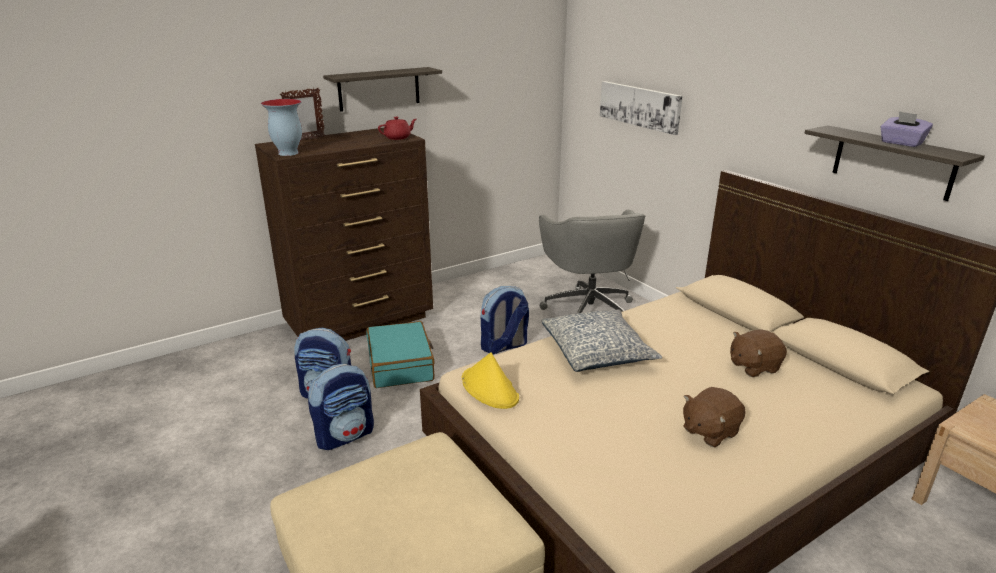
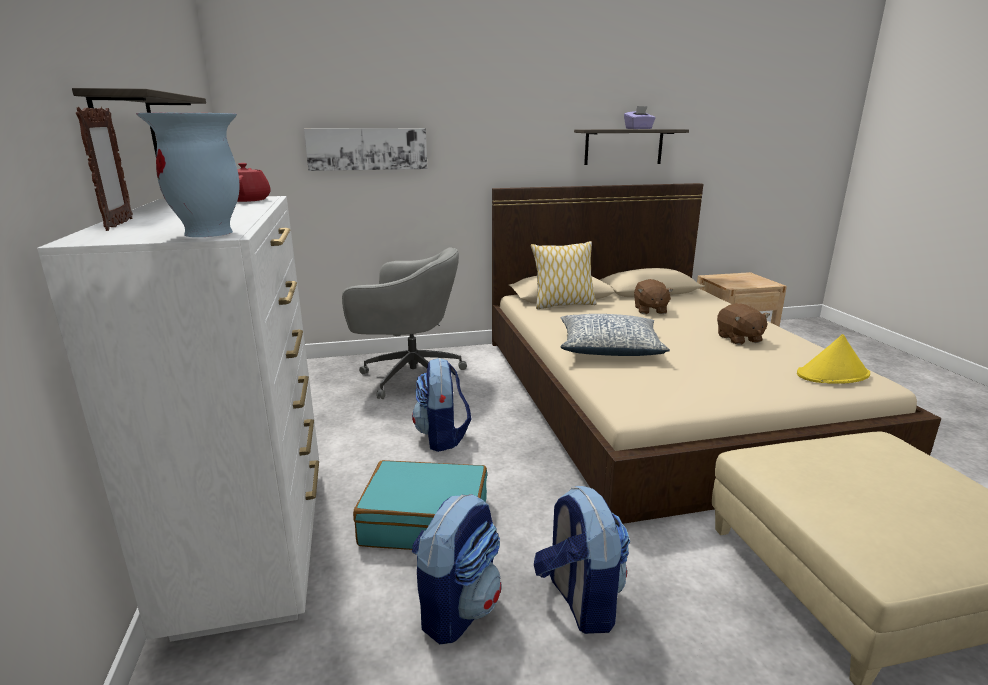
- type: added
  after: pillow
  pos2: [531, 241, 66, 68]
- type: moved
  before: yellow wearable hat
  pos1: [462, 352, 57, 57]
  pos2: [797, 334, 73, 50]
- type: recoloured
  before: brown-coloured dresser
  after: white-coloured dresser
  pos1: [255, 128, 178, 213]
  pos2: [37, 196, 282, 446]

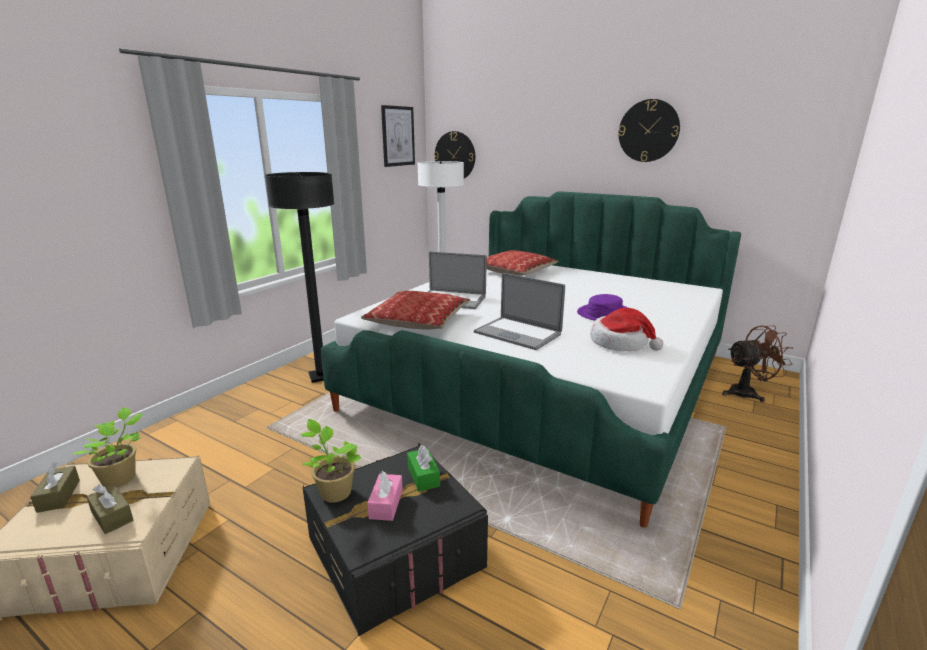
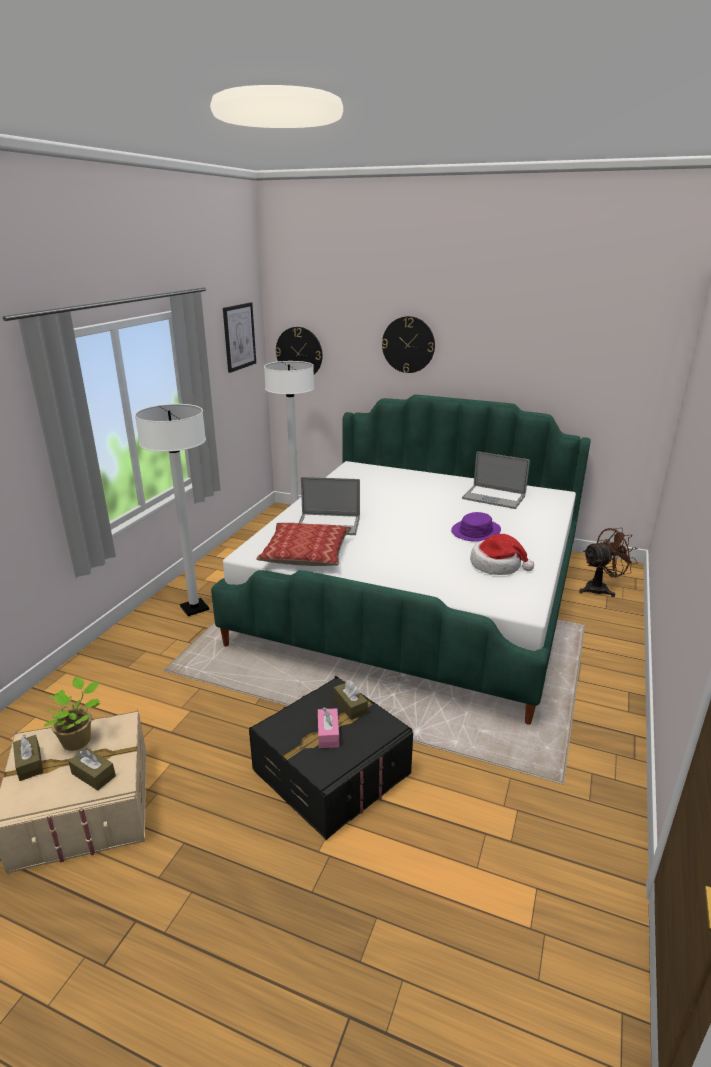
- type: removed
  before: potted plant
  pos1: [301, 419, 61, 84]
- type: removed
  before: pillow
  pos1: [486, 250, 73, 26]
- type: moved
  before: notebook computer
  pos1: [474, 273, 91, 77]
  pos2: [462, 451, 68, 58]
- type: moved
  before: hanging clock
  pos1: [618, 99, 62, 63]
  pos2: [382, 316, 53, 57]
- type: recoloured
  before: blackish standard lamp
  after: white-coloured standard lamp
  pos1: [265, 172, 70, 211]
  pos2: [135, 404, 74, 212]
- type: recoloured
  before: green-coloured tissue box
  after: brown-coloured tissue box
  pos1: [407, 445, 33, 47]
  pos2: [334, 680, 34, 40]

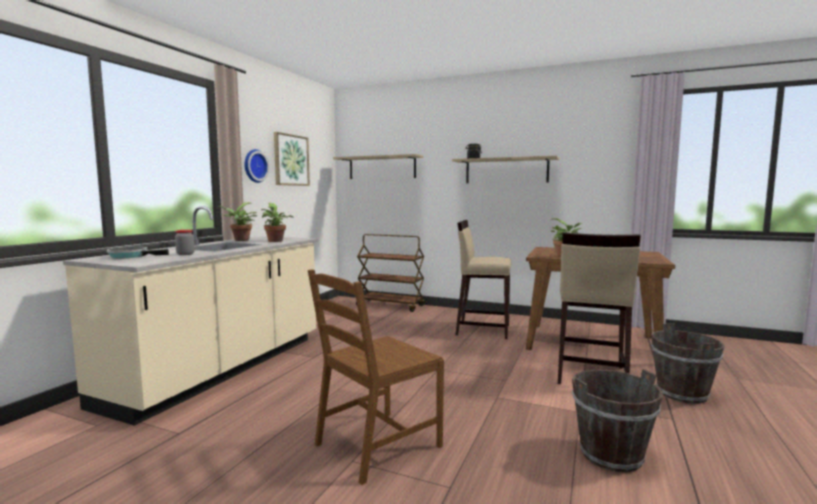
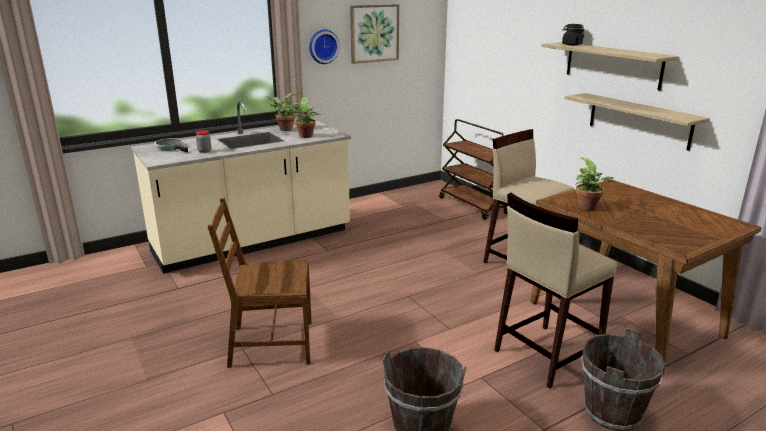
- type: moved
  before: shelf
  pos1: [333, 154, 91, 25]
  pos2: [565, 93, 145, 58]

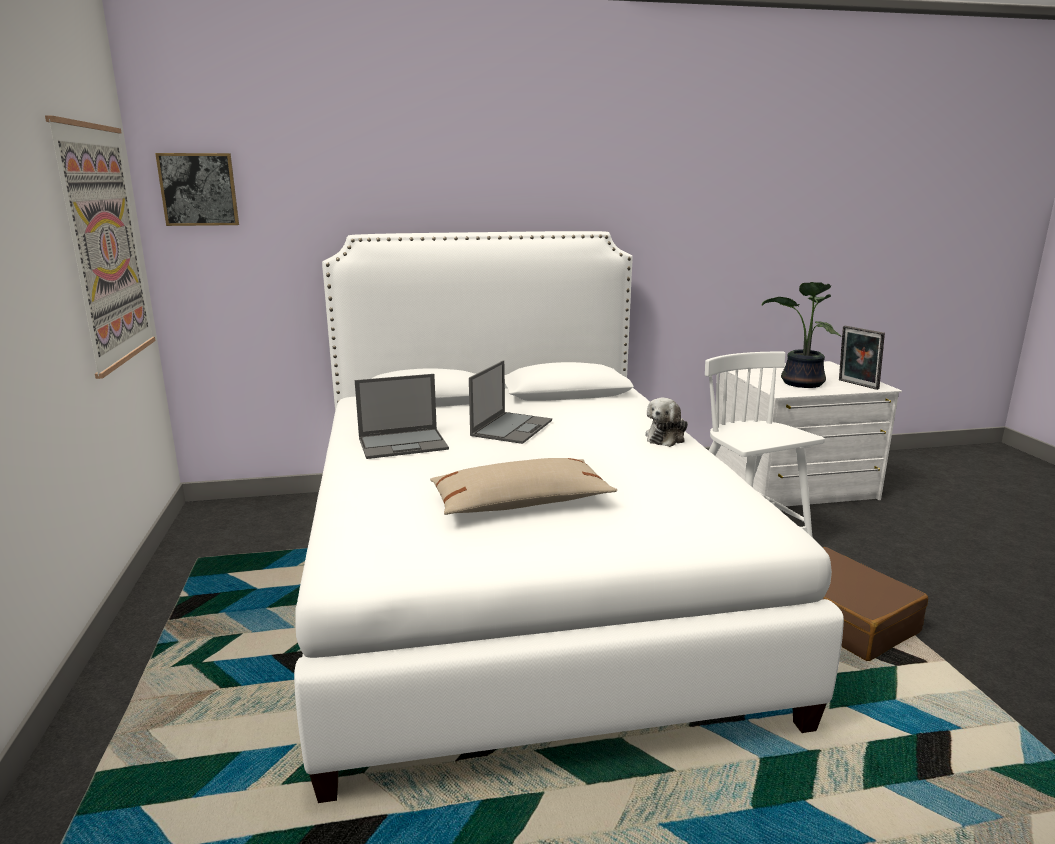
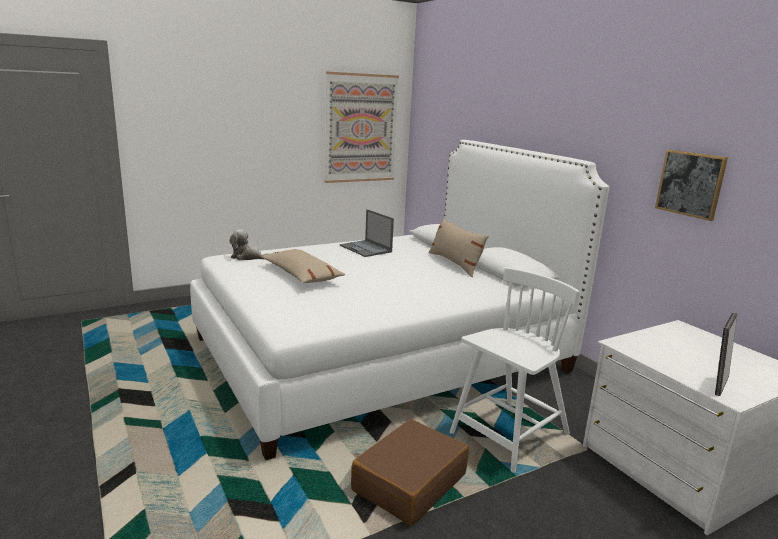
- type: removed
  before: notebook computer
  pos1: [469, 361, 83, 83]
- type: removed
  before: potted plant
  pos1: [762, 282, 79, 106]
- type: added
  after: beige pillow
  pos2: [429, 217, 60, 60]
- type: moved
  before: wall art
  pos1: [155, 153, 84, 73]
  pos2: [655, 150, 73, 71]
- type: moved
  before: plush toy
  pos1: [645, 398, 43, 49]
  pos2: [229, 229, 39, 31]

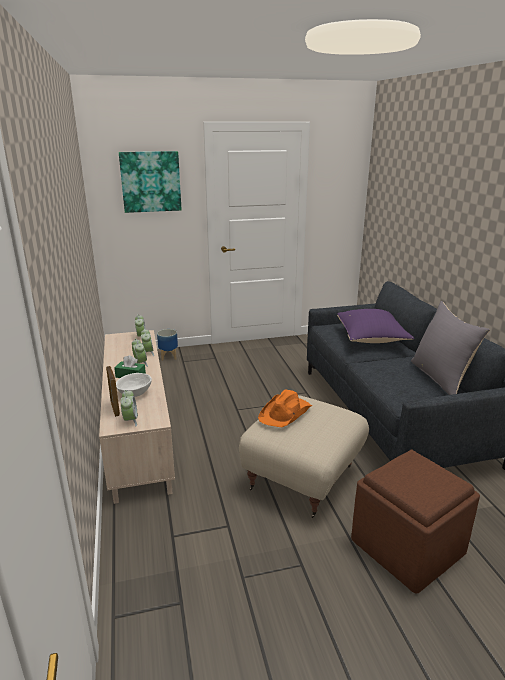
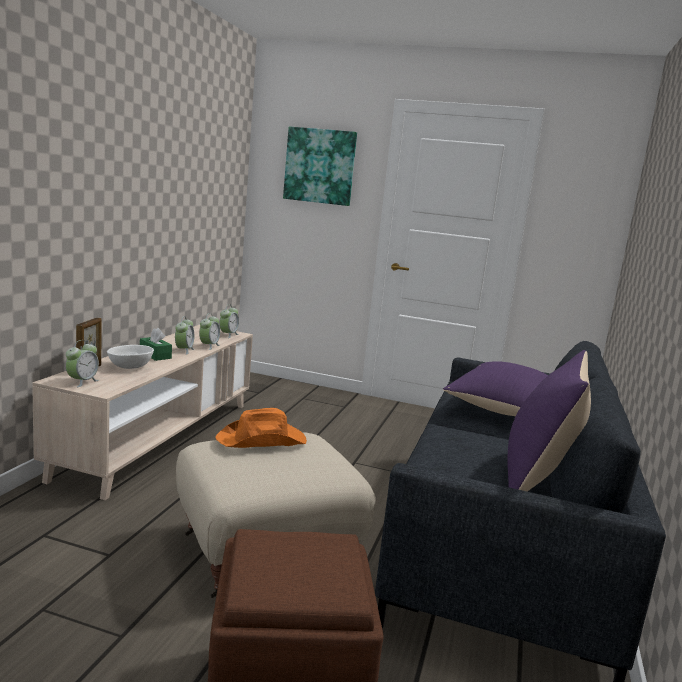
- type: removed
  before: flower pot
  pos1: [157, 329, 21, 32]
- type: recoloured
  before: grey pillow
  after: purple pillow
  pos1: [411, 301, 79, 94]
  pos2: [507, 350, 84, 142]

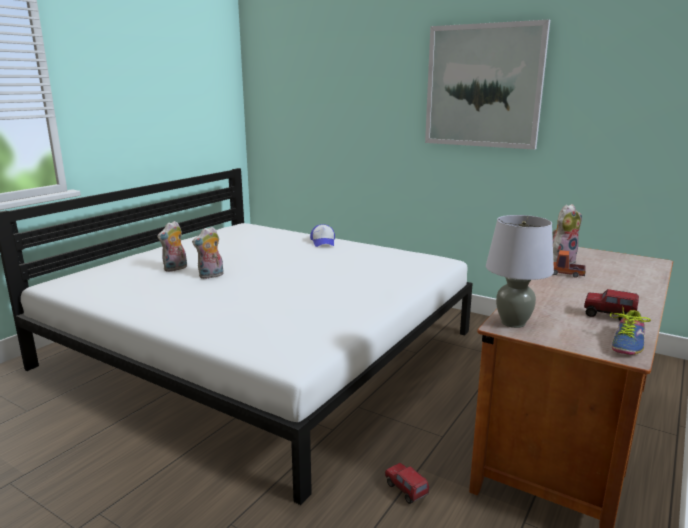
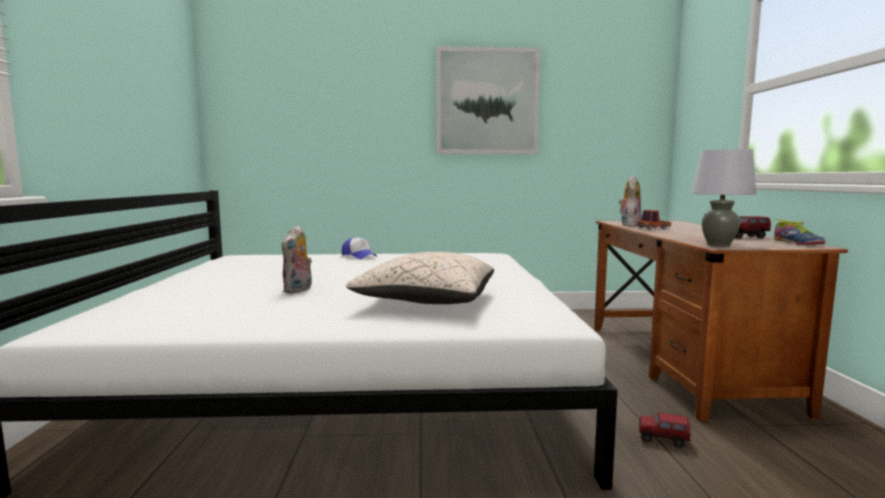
- type: removed
  before: plush toy
  pos1: [157, 221, 30, 51]
- type: added
  after: beige pillow
  pos2: [346, 252, 148, 52]

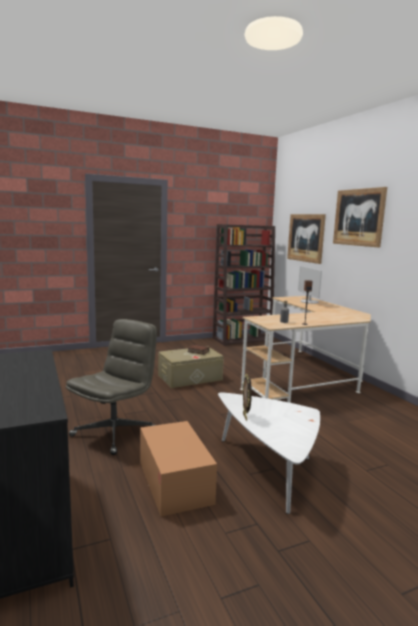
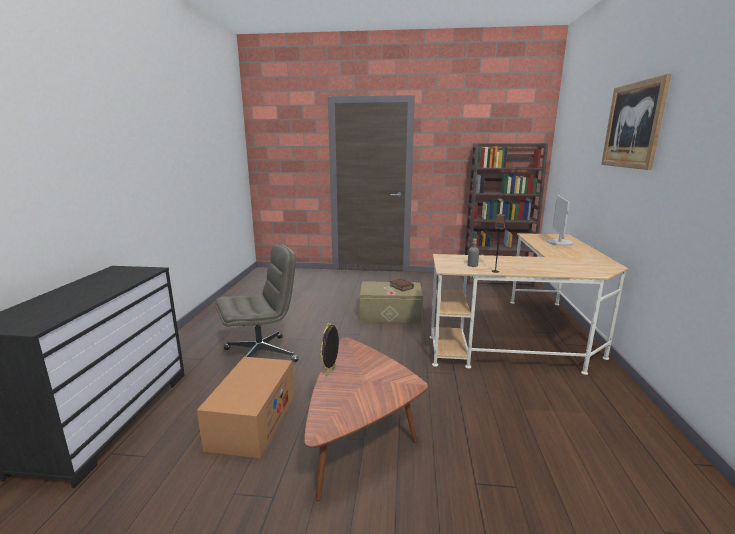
- type: removed
  before: wall art
  pos1: [287, 214, 39, 50]
- type: recoloured
  before: white-coloured lounge table
  after: brown-coloured lounge table
  pos1: [218, 392, 102, 122]
  pos2: [304, 337, 124, 164]

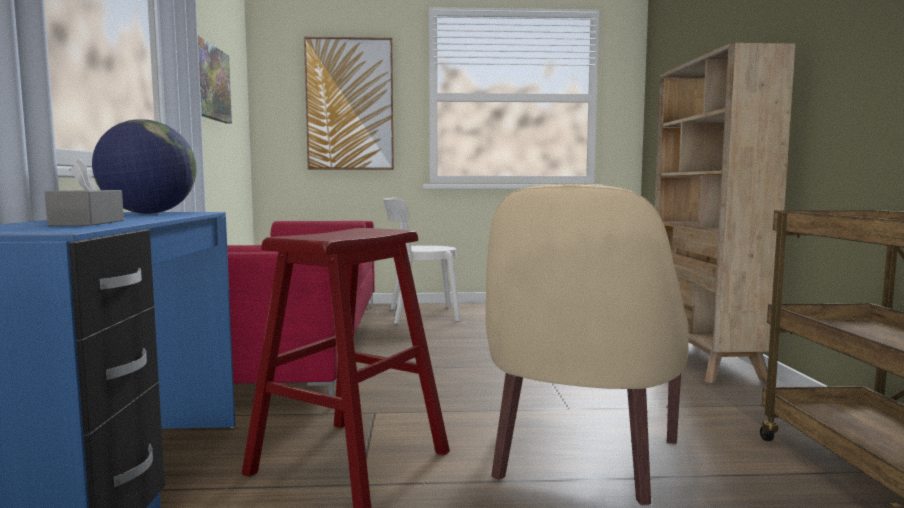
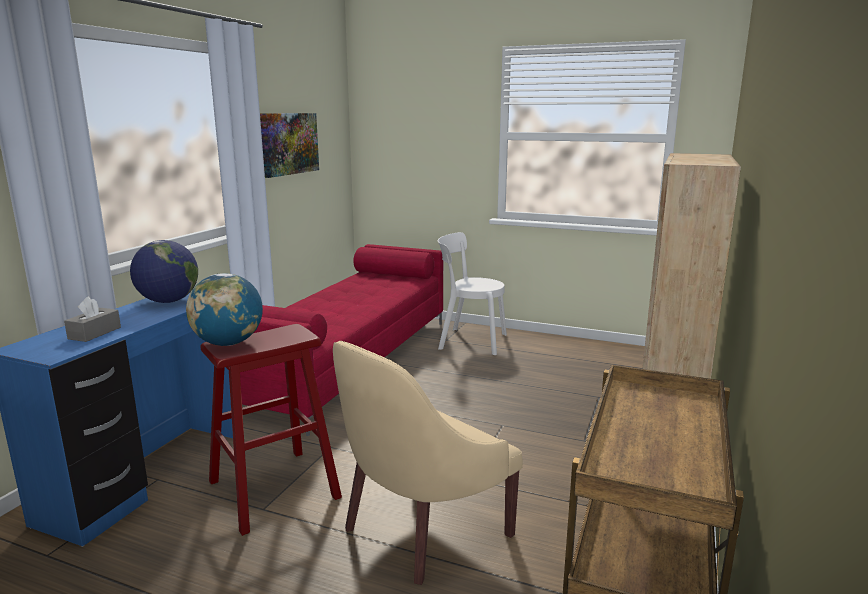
- type: removed
  before: wall art
  pos1: [304, 37, 90, 133]
- type: added
  after: globe
  pos2: [186, 273, 77, 73]

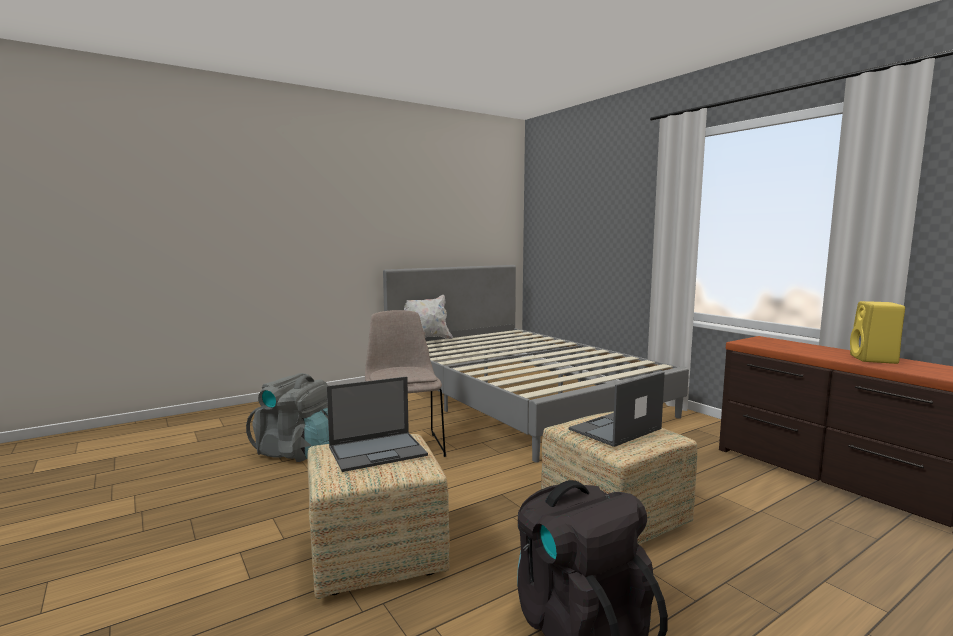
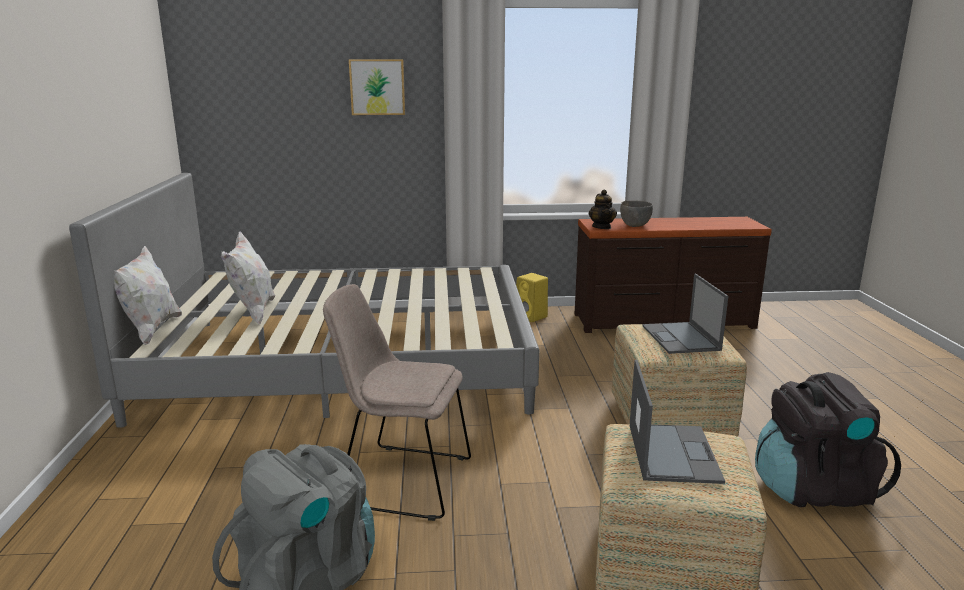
- type: added
  after: white-coloured pillow
  pos2: [221, 231, 54, 94]
- type: added
  after: wall art
  pos2: [349, 59, 56, 56]
- type: added
  after: pot for tea
  pos2: [588, 189, 29, 40]
- type: added
  after: grey serving bowl
  pos2: [620, 200, 33, 27]
- type: moved
  before: yellow audio speaker
  pos1: [850, 301, 55, 63]
  pos2: [516, 273, 32, 49]

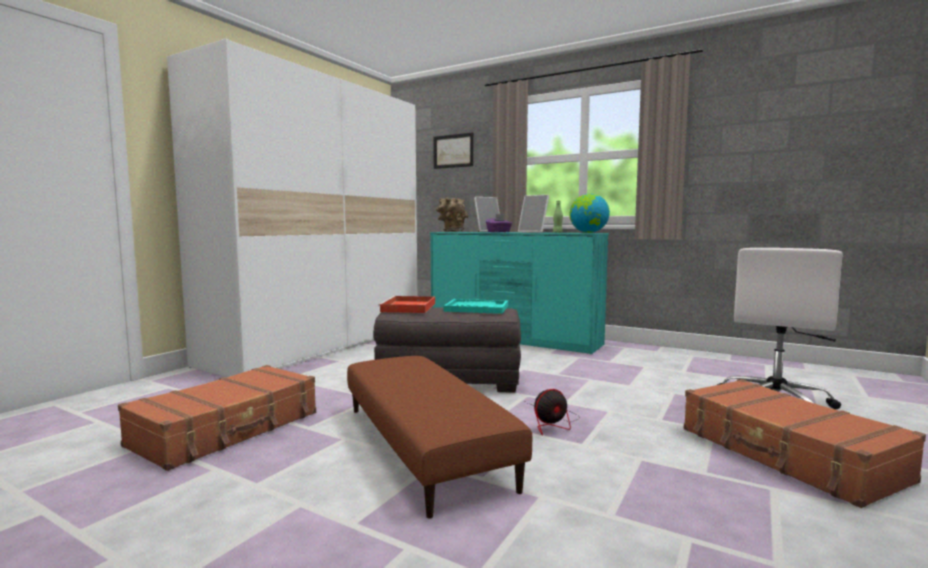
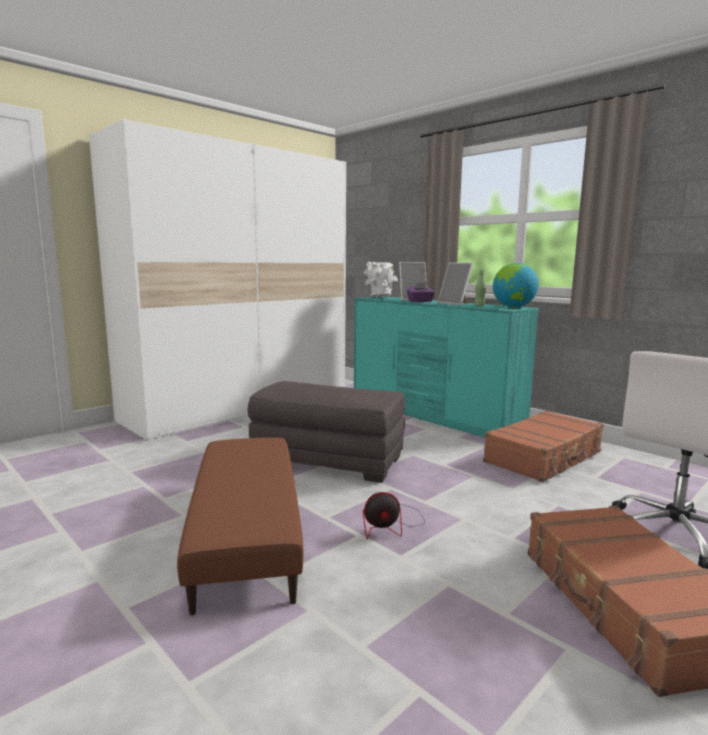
- type: removed
  before: reddish serving tray
  pos1: [378, 296, 57, 17]
- type: removed
  before: wall art
  pos1: [433, 132, 40, 37]
- type: removed
  before: turquoise serving tray
  pos1: [444, 299, 64, 15]
- type: moved
  before: brown-coloured travel case
  pos1: [118, 365, 198, 106]
  pos2: [483, 410, 120, 72]
- type: recoloured
  before: brown-coloured decorative vase
  after: white-coloured decorative vase
  pos1: [436, 198, 32, 34]
  pos2: [364, 262, 34, 35]

